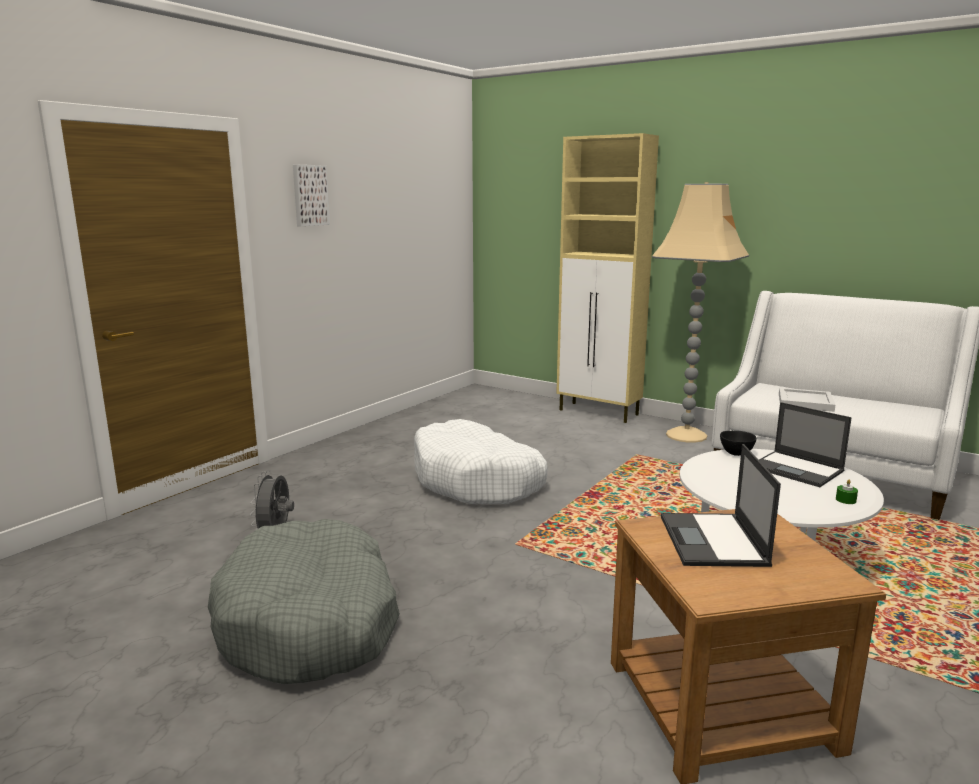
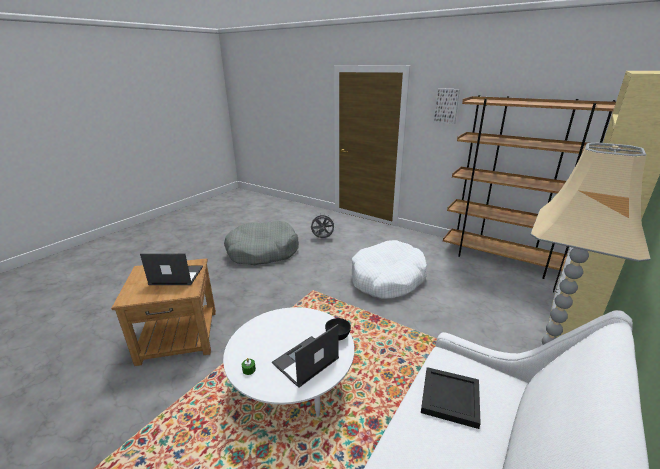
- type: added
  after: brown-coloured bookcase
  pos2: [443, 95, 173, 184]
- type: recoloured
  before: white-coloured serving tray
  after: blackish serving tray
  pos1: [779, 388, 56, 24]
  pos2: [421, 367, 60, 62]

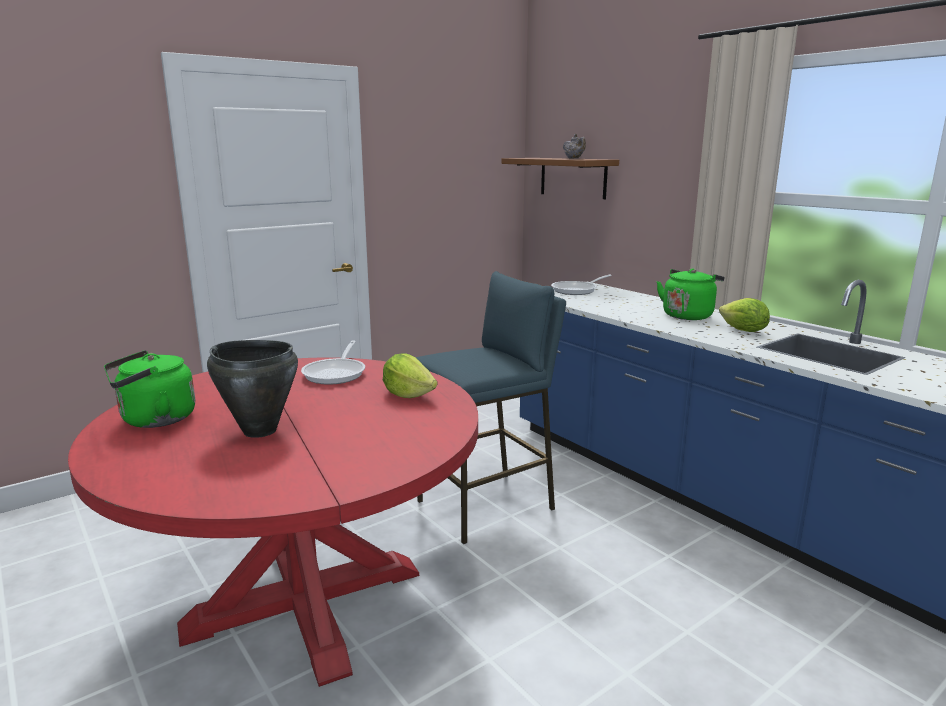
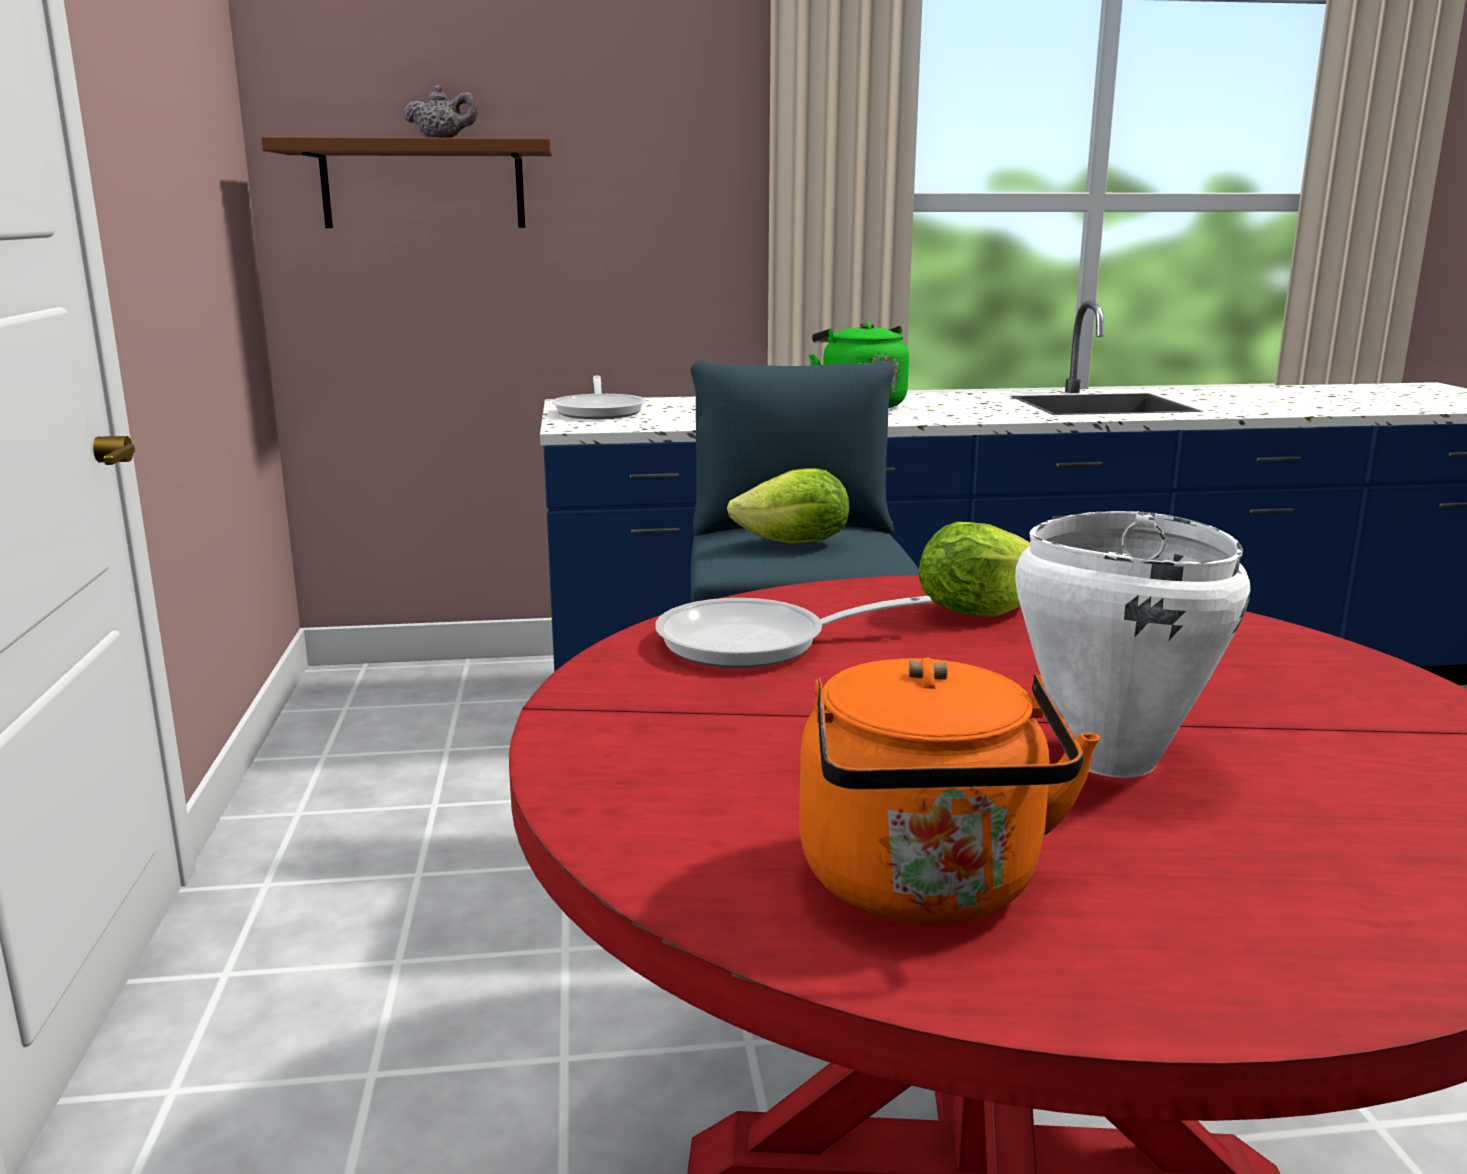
- type: moved
  before: lettuce head
  pos1: [719, 298, 51, 34]
  pos2: [727, 468, 122, 75]
- type: recoloured
  before: green-coloured water kettle
  after: orangey water kettle
  pos1: [104, 350, 91, 78]
  pos2: [799, 657, 301, 267]
- type: recoloured
  before: blackish cooking pot
  after: white-coloured cooking pot
  pos1: [207, 340, 91, 98]
  pos2: [1015, 511, 235, 267]
- type: turned
  before: pan
  pos1: [301, 341, 64, 44]
  pos2: [655, 596, 277, 72]
  turn: 135

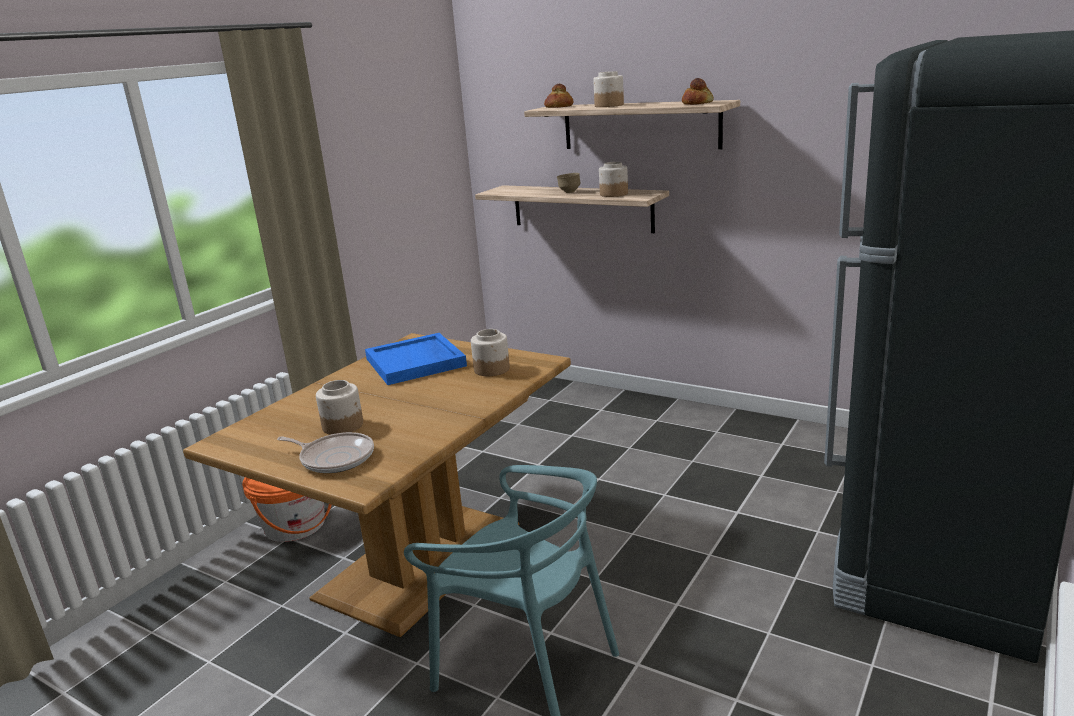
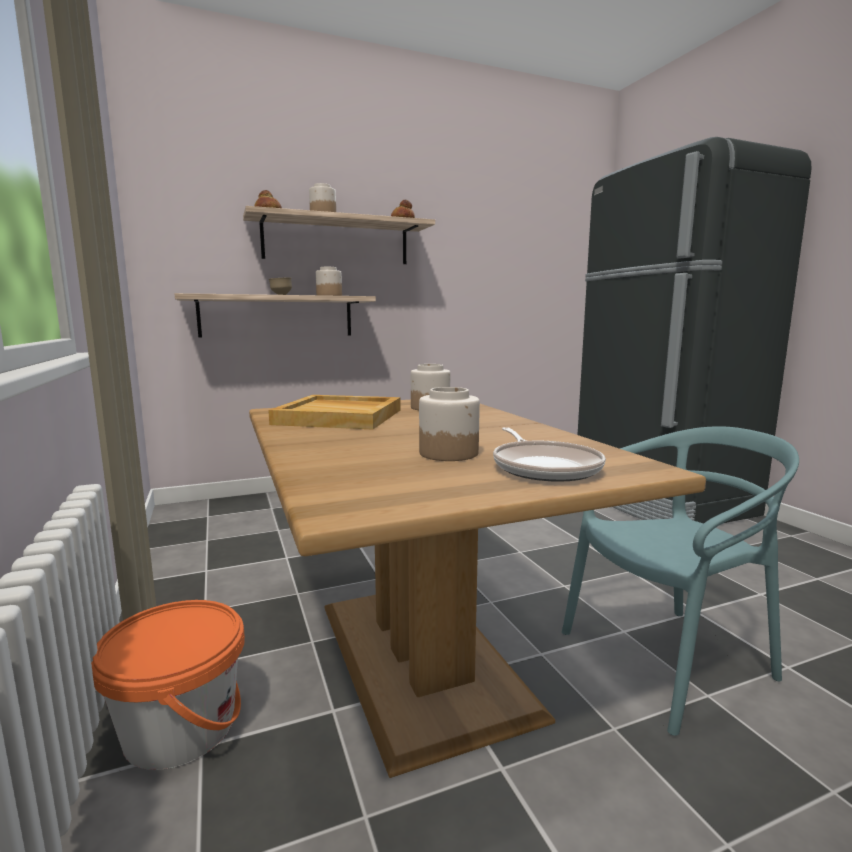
- type: recoloured
  before: blue serving tray
  after: beige serving tray
  pos1: [365, 333, 102, 52]
  pos2: [268, 395, 133, 34]
- type: turned
  before: pan
  pos1: [277, 432, 97, 41]
  pos2: [493, 427, 113, 55]
  turn: 105

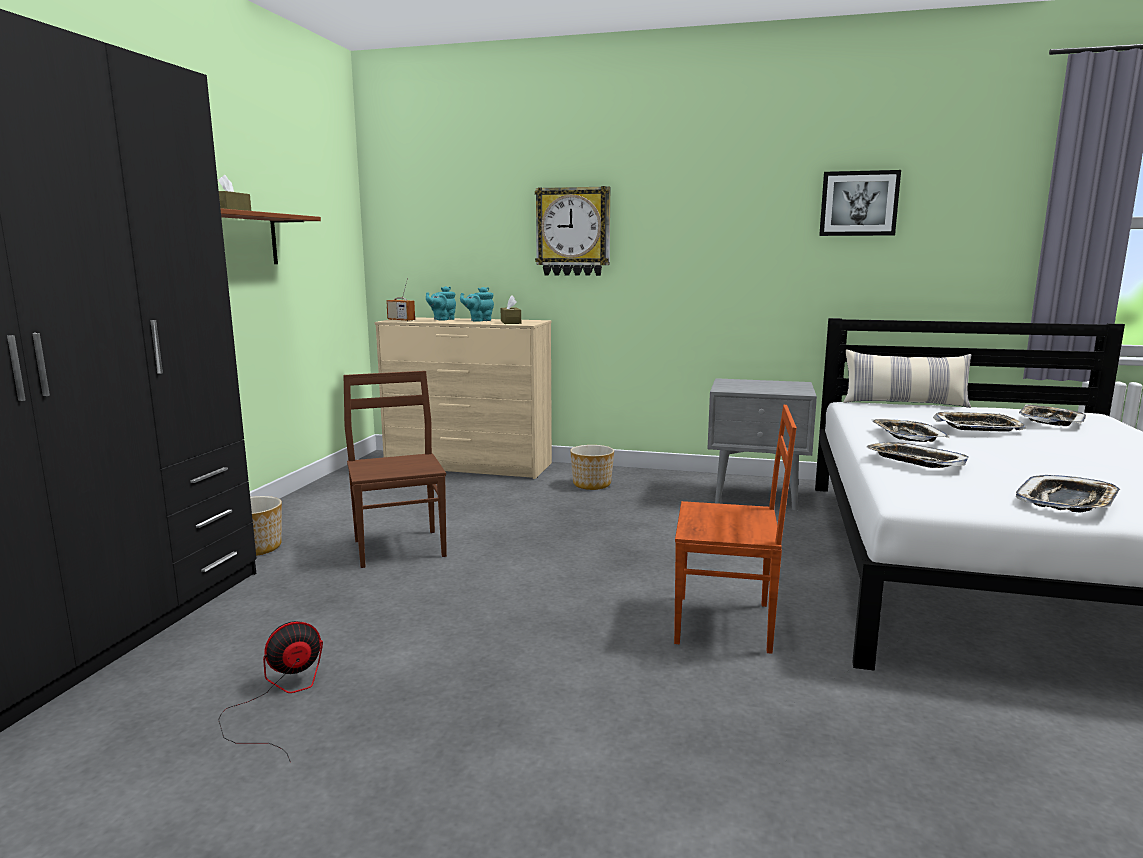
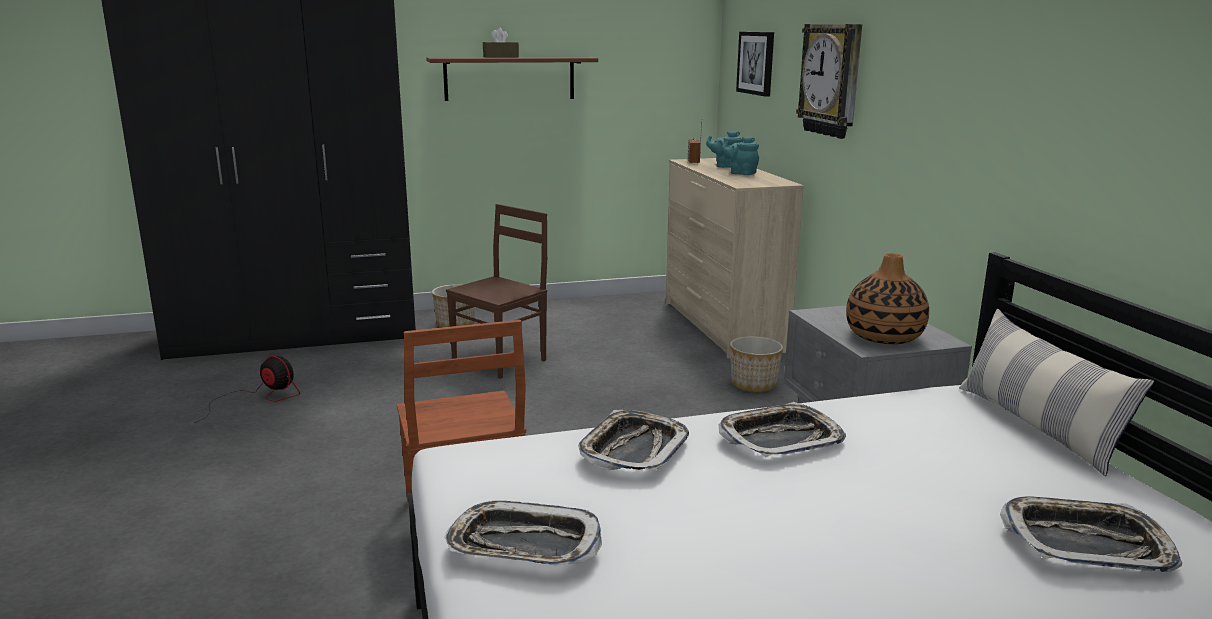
- type: removed
  before: brown-coloured tissue box
  pos1: [501, 295, 20, 29]
- type: removed
  before: serving tray
  pos1: [933, 412, 93, 20]
- type: added
  after: decorative vase
  pos2: [846, 253, 83, 91]
- type: moved
  before: wall art
  pos1: [819, 170, 82, 66]
  pos2: [736, 32, 38, 64]

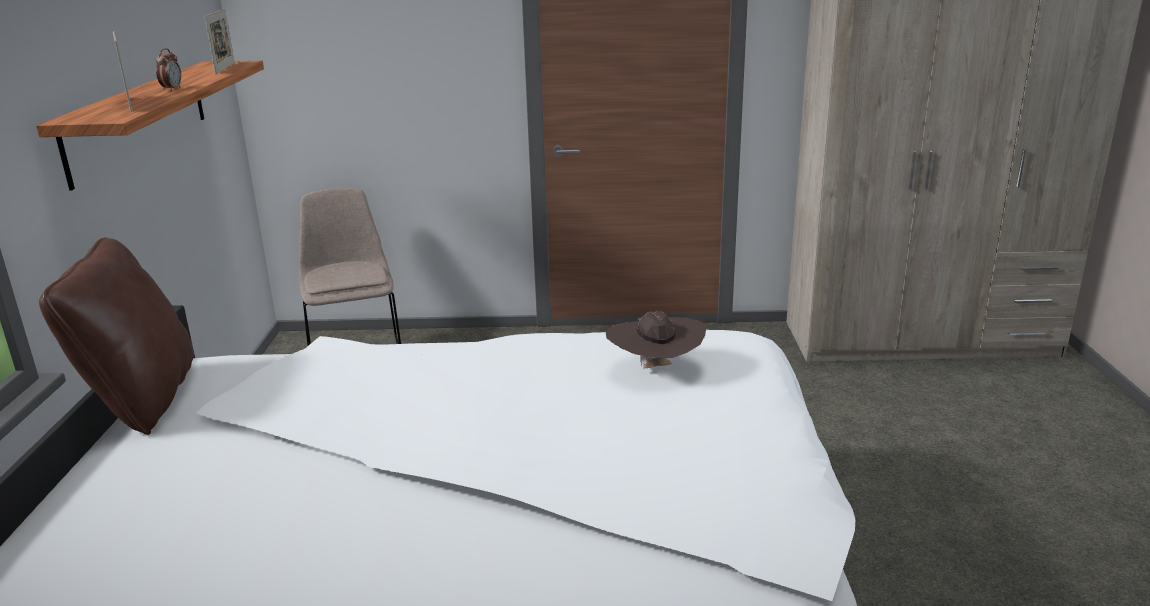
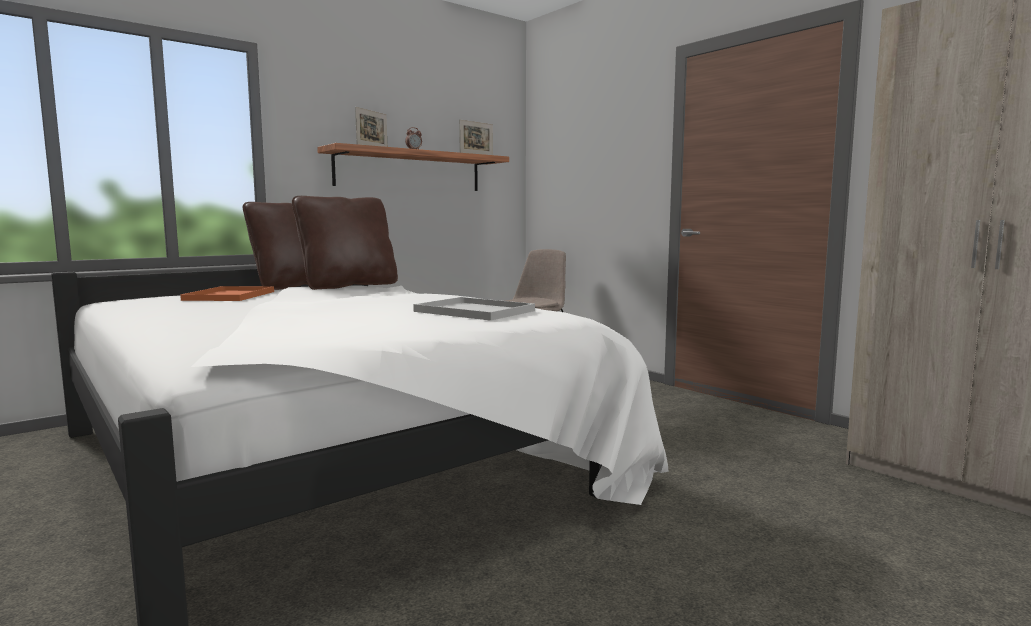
- type: added
  after: orangey serving tray
  pos2: [180, 286, 94, 15]
- type: added
  after: brown-coloured pillow
  pos2: [292, 196, 106, 94]
- type: replaced
  before: brown-coloured wearable hat
  after: white-coloured serving tray
  pos1: [606, 311, 100, 58]
  pos2: [413, 297, 122, 24]

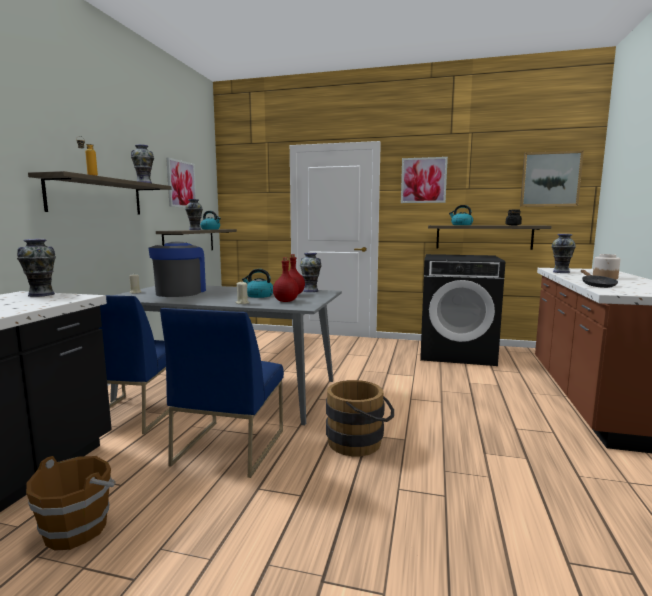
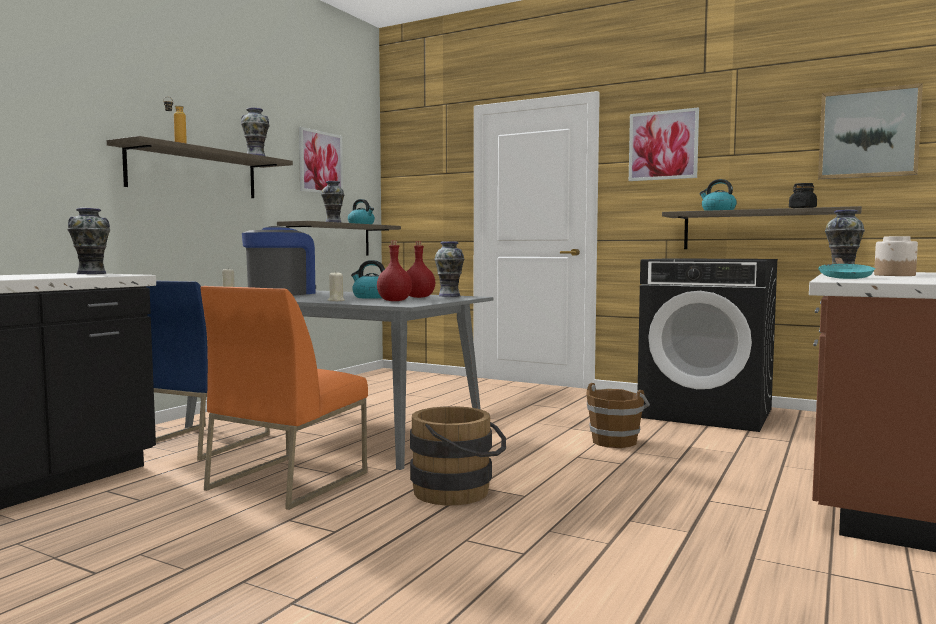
- type: moved
  before: brown-coloured water bucket
  pos1: [26, 456, 90, 95]
  pos2: [587, 383, 63, 65]
- type: recoloured
  before: blue chair
  after: orangey chair
  pos1: [160, 308, 124, 170]
  pos2: [201, 286, 167, 224]
- type: recoloured
  before: blackish pan
  after: turquoise pan
  pos1: [581, 270, 37, 18]
  pos2: [818, 258, 57, 21]

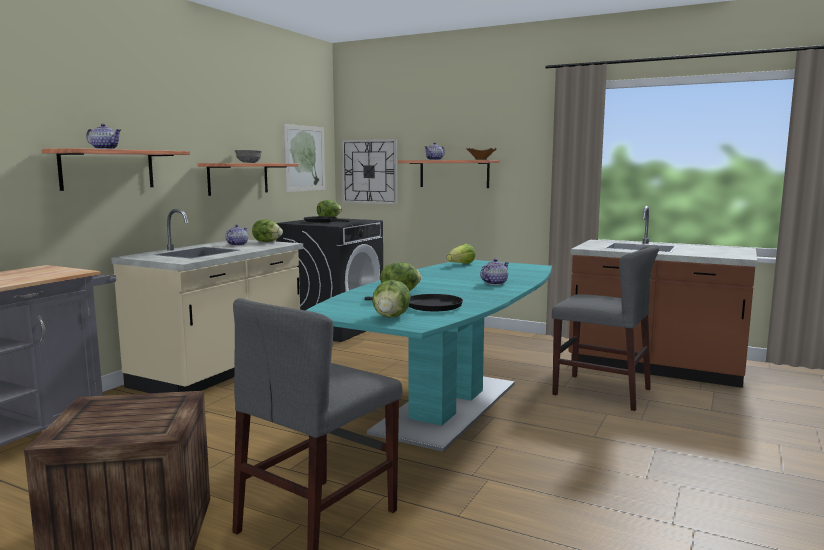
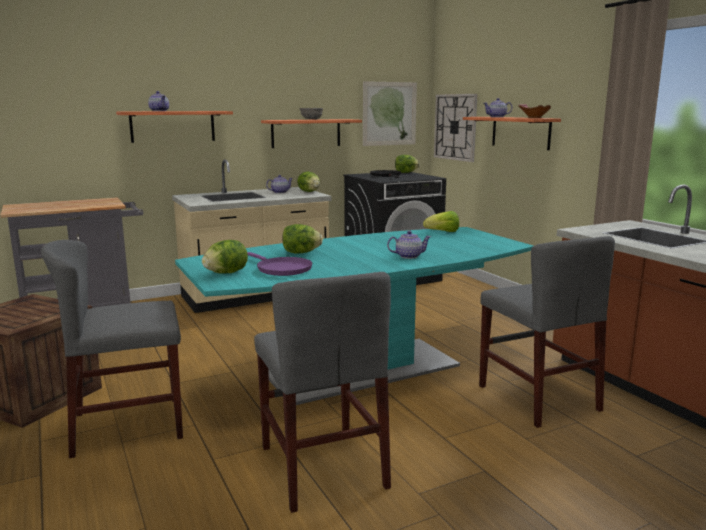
- type: added
  after: grey chair
  pos2: [254, 272, 137, 241]
- type: recoloured
  before: blackish pan
  after: purple pan
  pos1: [364, 294, 99, 17]
  pos2: [247, 252, 66, 24]

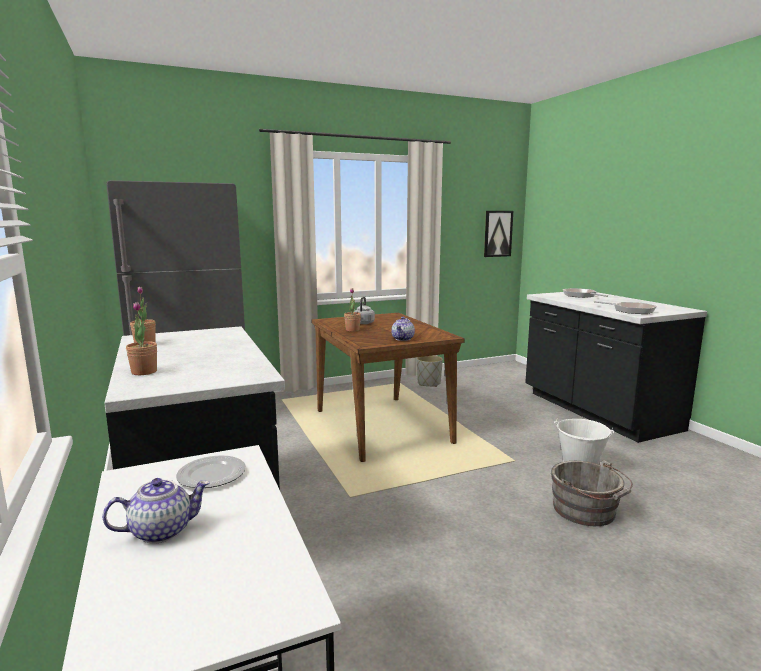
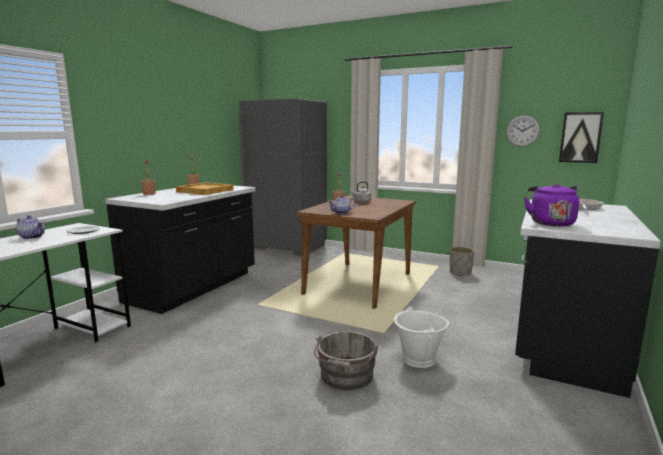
- type: added
  after: beige serving tray
  pos2: [176, 182, 58, 13]
- type: added
  after: hanging clock
  pos2: [506, 115, 34, 32]
- type: replaced
  before: pan
  after: purple water kettle
  pos1: [594, 301, 63, 13]
  pos2: [524, 183, 55, 44]

